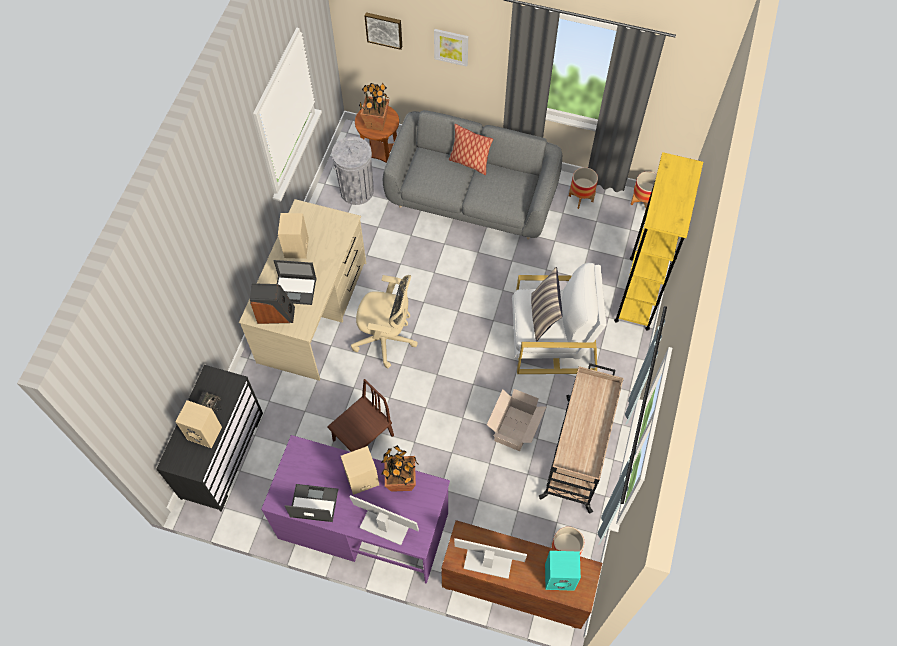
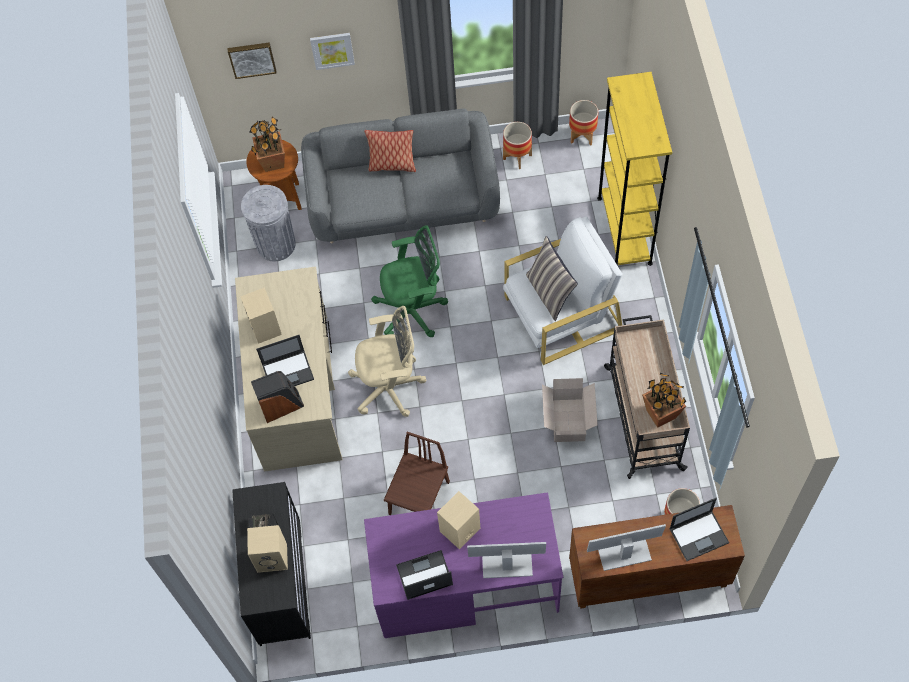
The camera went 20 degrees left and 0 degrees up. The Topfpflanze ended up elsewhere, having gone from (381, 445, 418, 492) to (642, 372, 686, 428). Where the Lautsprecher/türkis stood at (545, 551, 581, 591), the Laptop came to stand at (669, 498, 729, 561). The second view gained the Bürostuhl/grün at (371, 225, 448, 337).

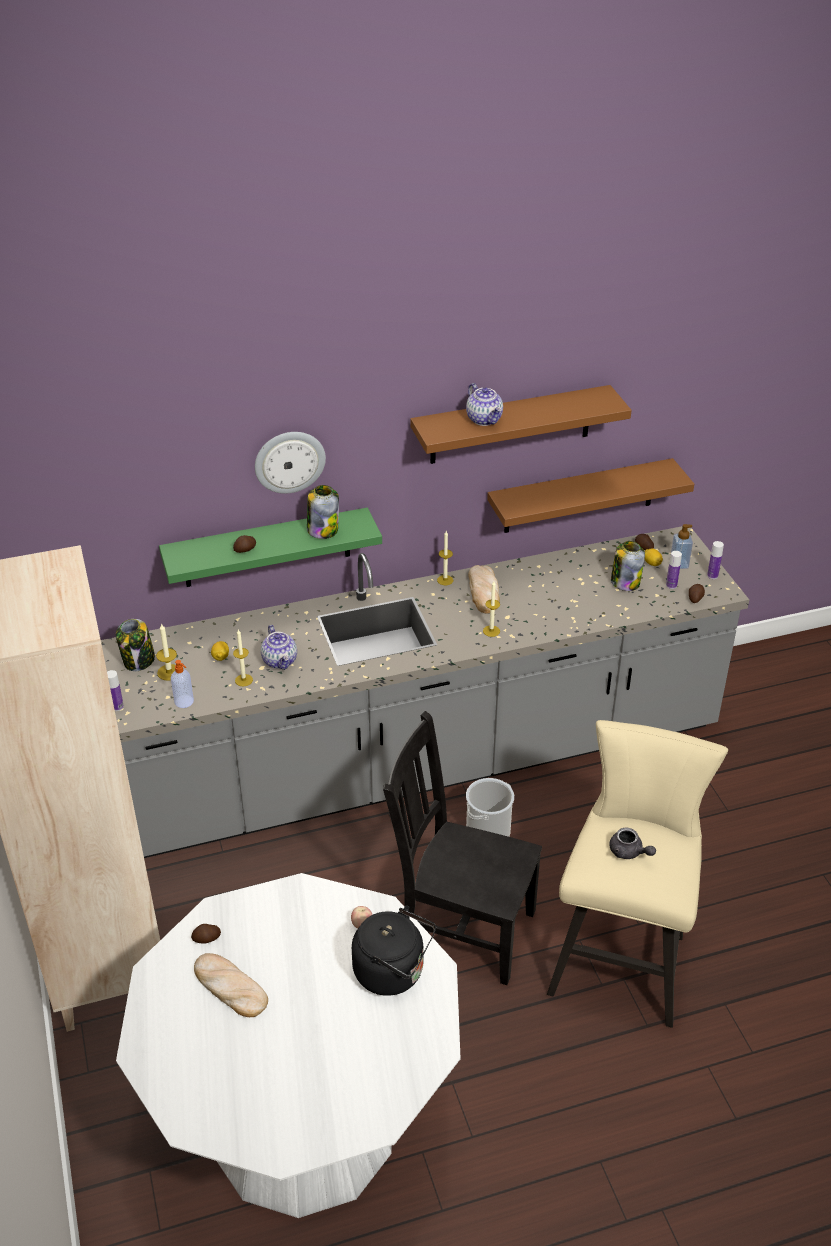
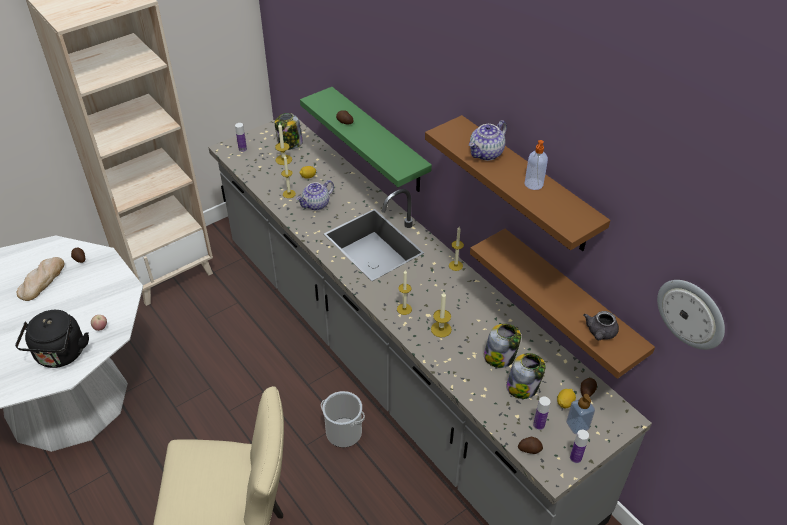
The camera went 70 degrees right and 5 degrees up. The Seifenspender ended up elsewhere, having gone from (171, 660, 194, 708) to (524, 140, 548, 190). The Wanduhr ended up elsewhere, having gone from (255, 432, 326, 494) to (657, 280, 725, 350). The Vorratsglas ended up elsewhere, having gone from (307, 485, 339, 539) to (484, 324, 521, 368). The second view lost the Stuhl/schwarz at (383, 711, 542, 985). The second view lost the Brot at (468, 565, 500, 614). The Teekanne/grau ended up elsewhere, having gone from (609, 827, 656, 859) to (583, 311, 619, 340). The second view gained the Kerze at (431, 292, 452, 337).

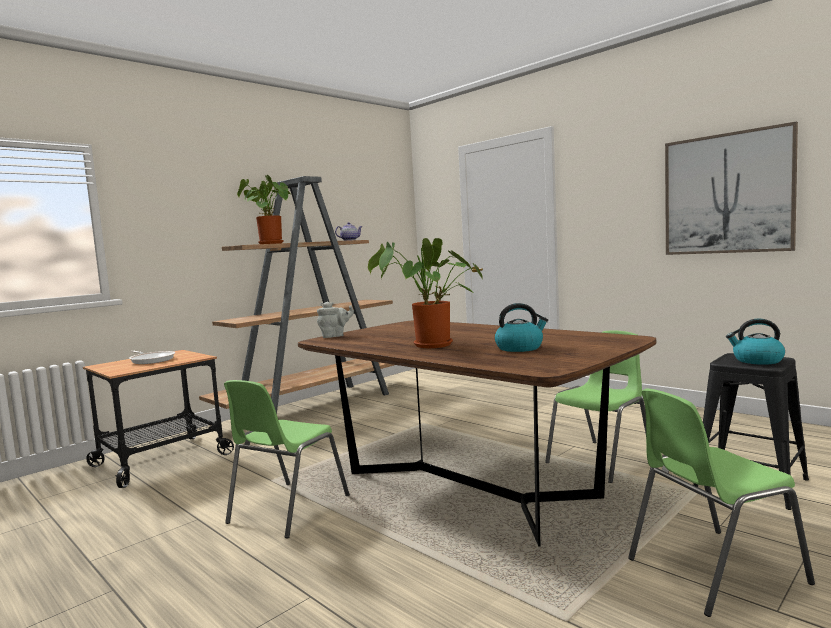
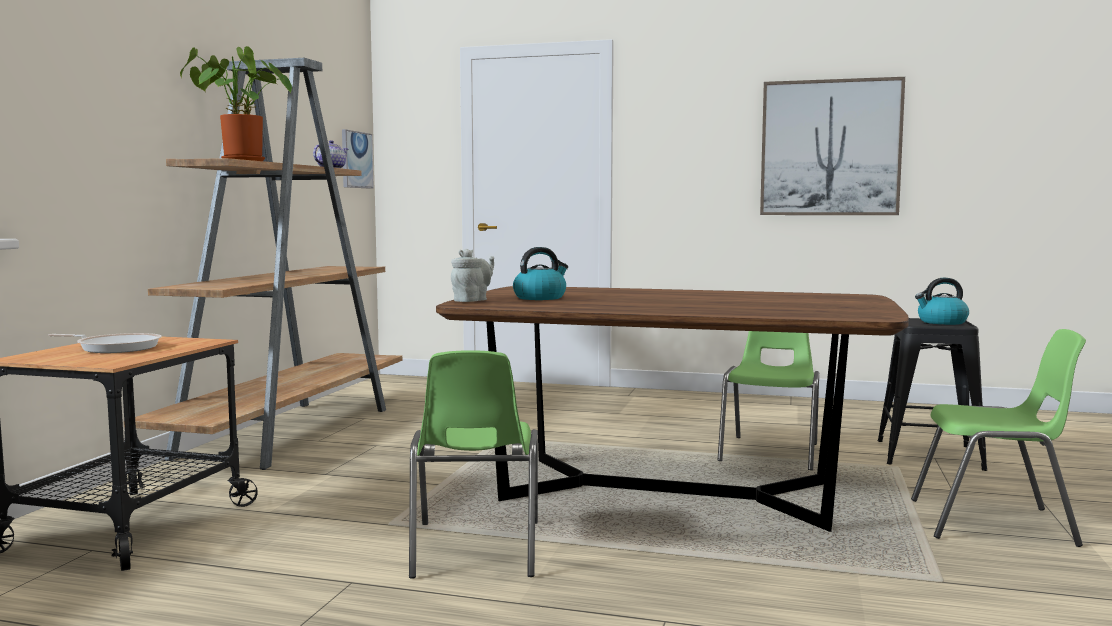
The camera went 30 degrees left and 0 degrees up. The second view lost the Topfpflanze at (368, 238, 483, 348). The Wasserkessel ended up elsewhere, having gone from (495, 303, 548, 352) to (513, 247, 568, 300). The Stuhl/grün at (628, 389, 815, 617) ended up facing another way, 120 degrees counterclockwise from before. The second view gained the Bild at (342, 129, 374, 189).

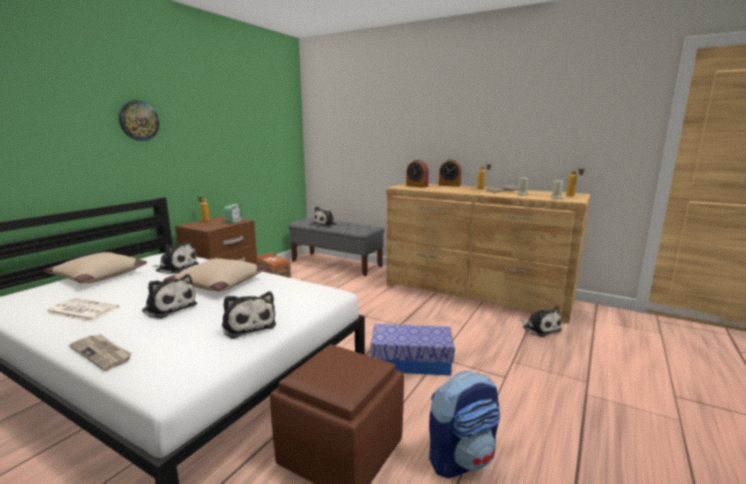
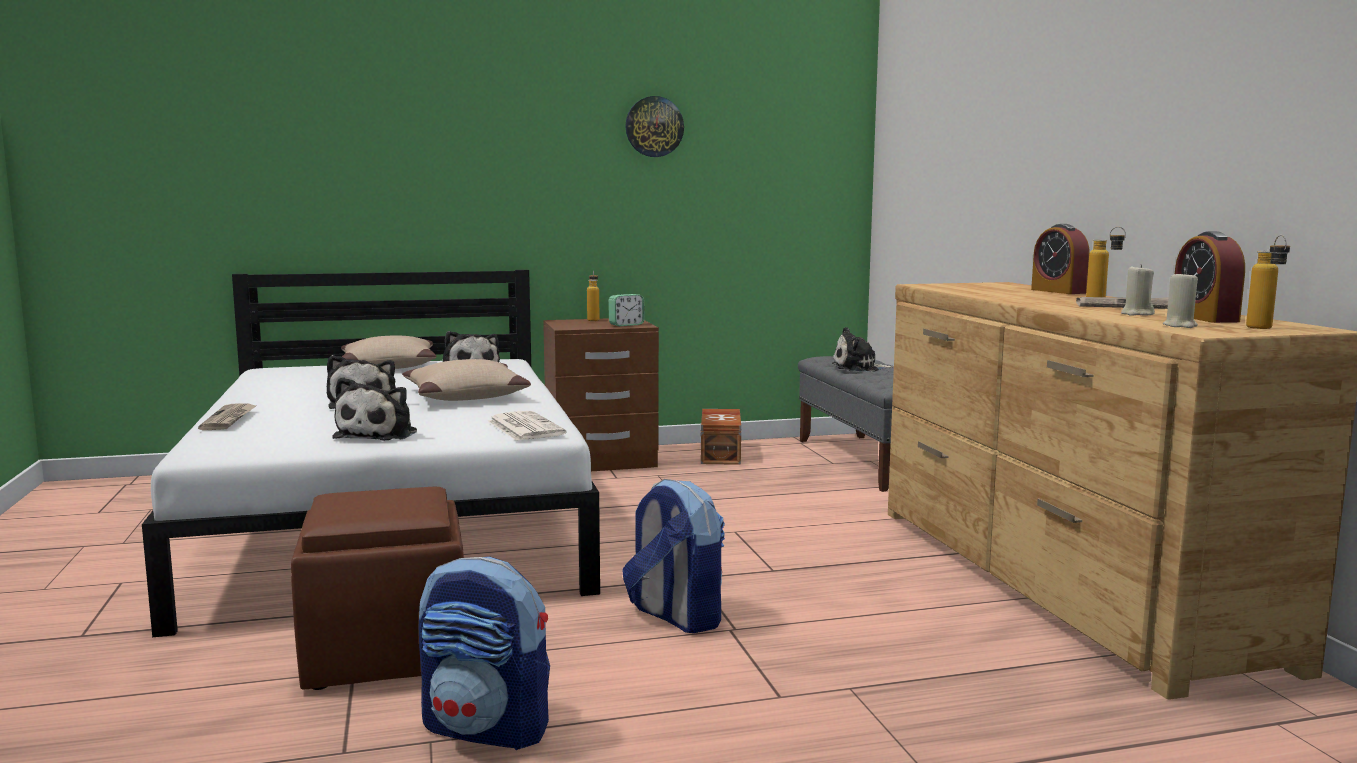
The camera went 45 degrees right and 5 degrees down. The Zeitung ended up elsewhere, having gone from (45, 298, 119, 322) to (488, 411, 566, 441). The Wanduhr ended up elsewhere, having gone from (119, 100, 159, 141) to (625, 96, 684, 157). Where the Aufbewahrungsbox stood at (371, 324, 455, 376), the Rucksack came to stand at (622, 479, 725, 633). The Wecker ended up elsewhere, having gone from (406, 160, 429, 188) to (1175, 231, 1245, 323). The second view lost the Plüschtier at (520, 307, 562, 337).

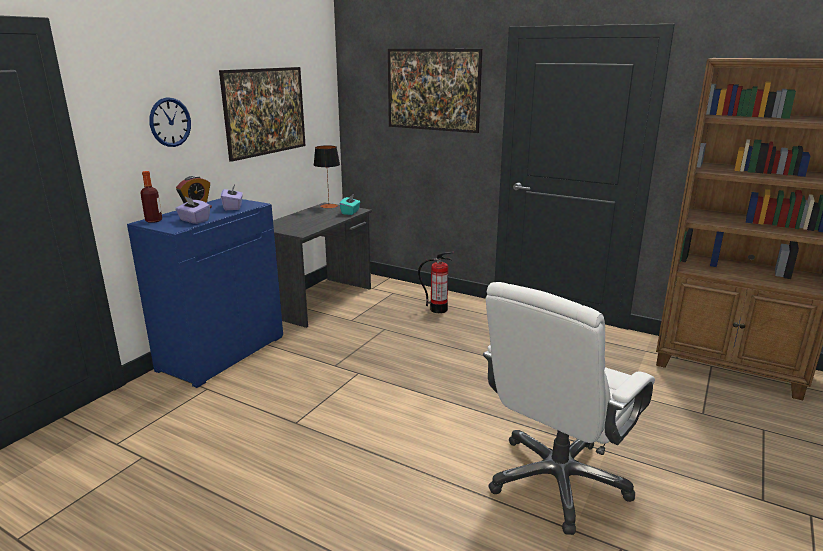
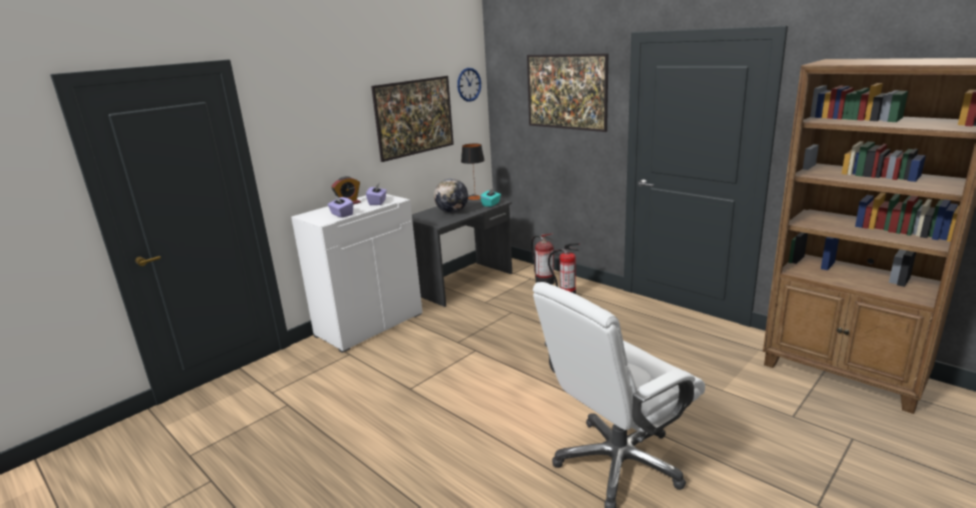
The camera went 15 degrees right and 0 degrees up. What was the Schrank/blau at (127, 198, 283, 388) turned into the Schrank/weiß at (291, 194, 423, 353). The second view lost the Flasche at (140, 171, 162, 223). The Wanduhr ended up elsewhere, having gone from (149, 97, 191, 147) to (457, 68, 481, 102). The second view gained the Globus at (434, 179, 468, 213). The second view gained the Feuerlöscher at (531, 233, 554, 285).

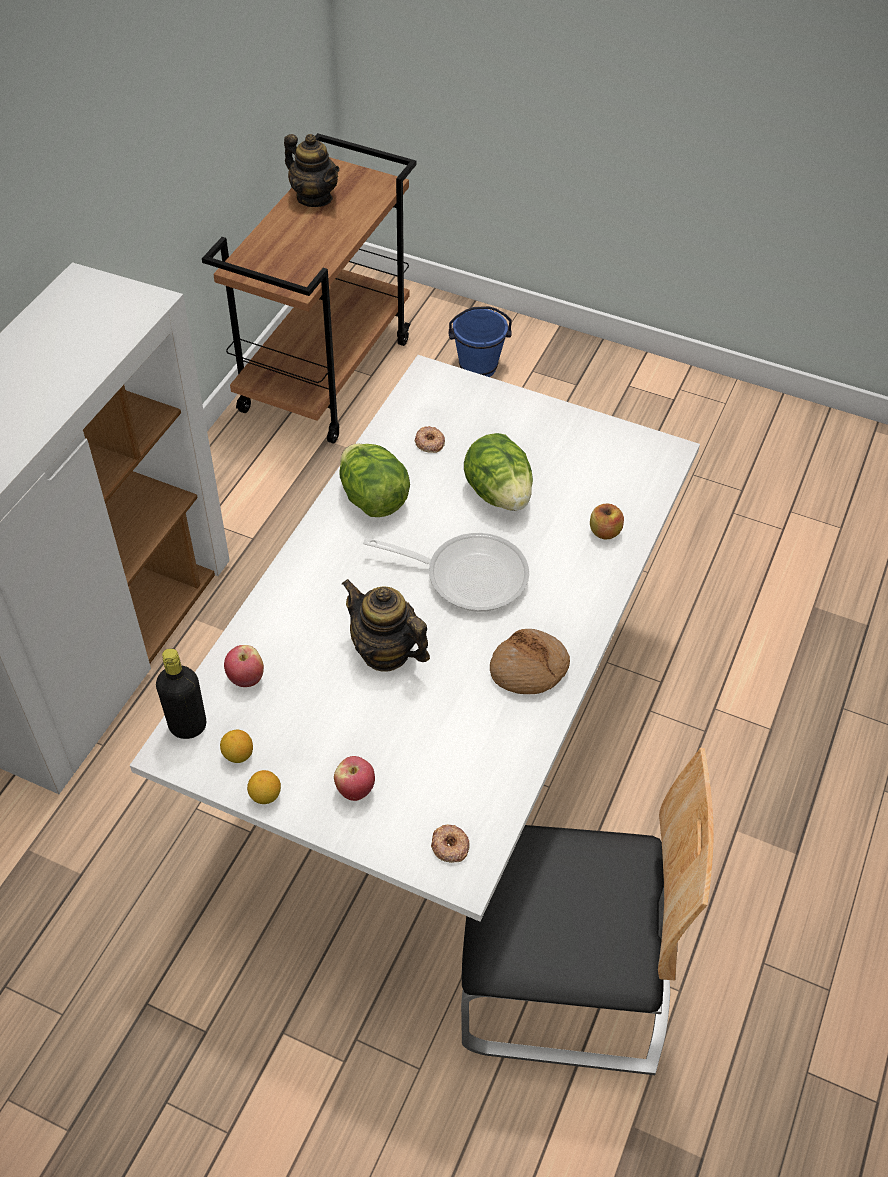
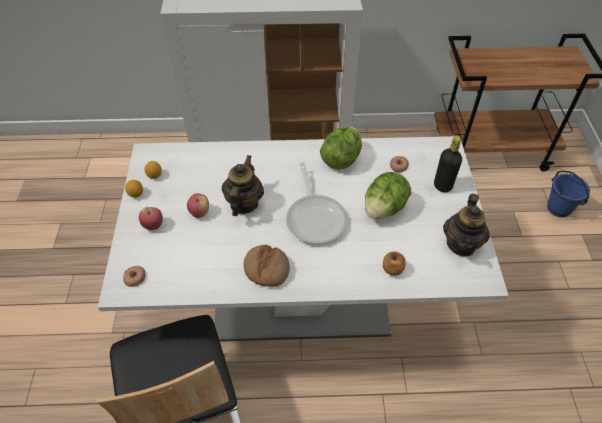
The camera went 65 degrees right and 0 degrees up. The Flasche/schwarz ended up elsewhere, having gone from (156, 648, 206, 739) to (434, 136, 462, 192). The Apfel ended up elsewhere, having gone from (224, 645, 264, 687) to (187, 193, 209, 218). The Teekanne ended up elsewhere, having gone from (284, 134, 340, 207) to (443, 193, 490, 257).

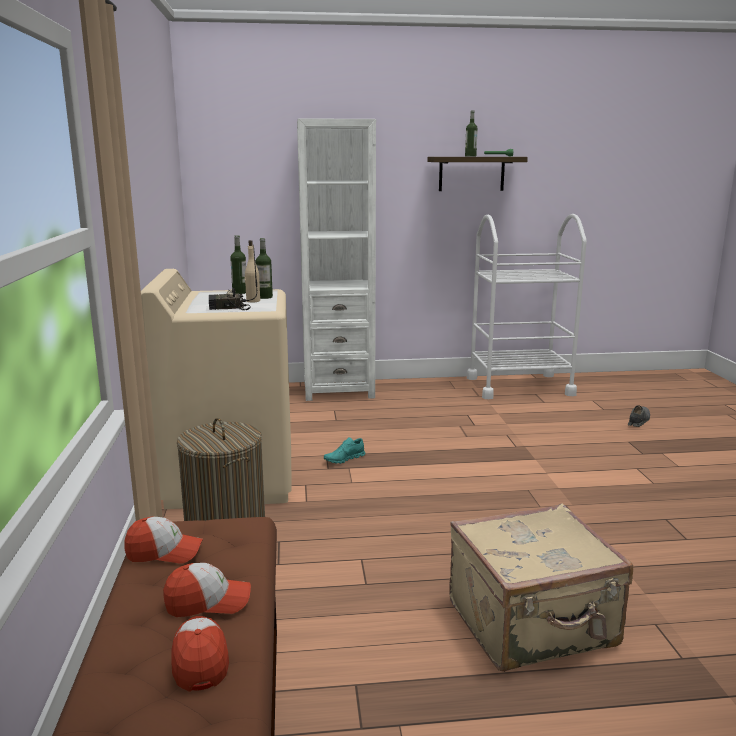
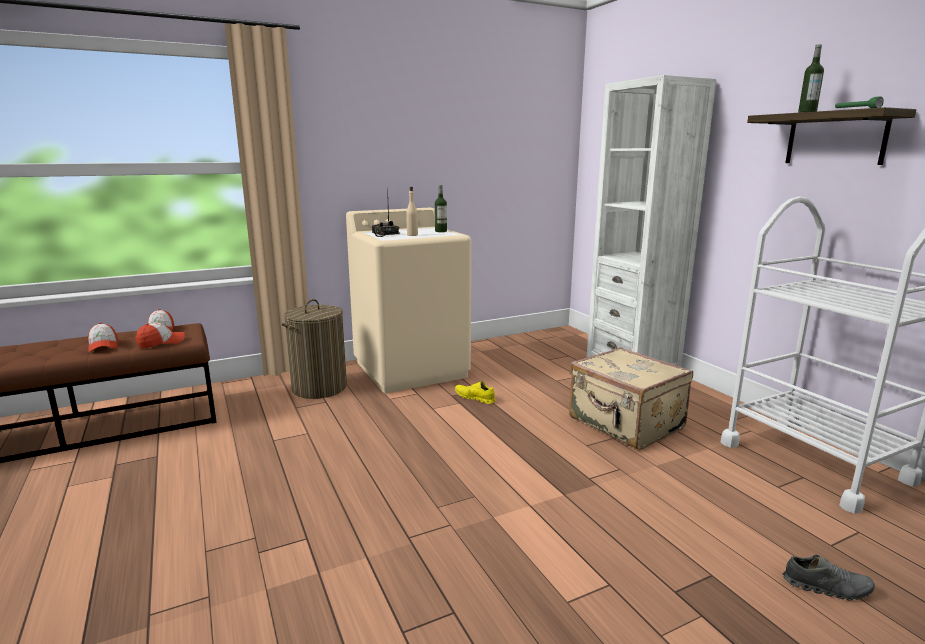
The camera went 70 degrees right and 0 degrees up. The Kappe ended up elsewhere, having gone from (171, 616, 229, 692) to (136, 323, 185, 348). The second view lost the Flasche at (255, 238, 273, 299). What was the Schuh/türkis at (324, 437, 365, 464) turned into the Schuh/gelb at (455, 381, 496, 404). The Koffer/beige ended up elsewhere, having gone from (449, 503, 633, 672) to (569, 347, 693, 450).

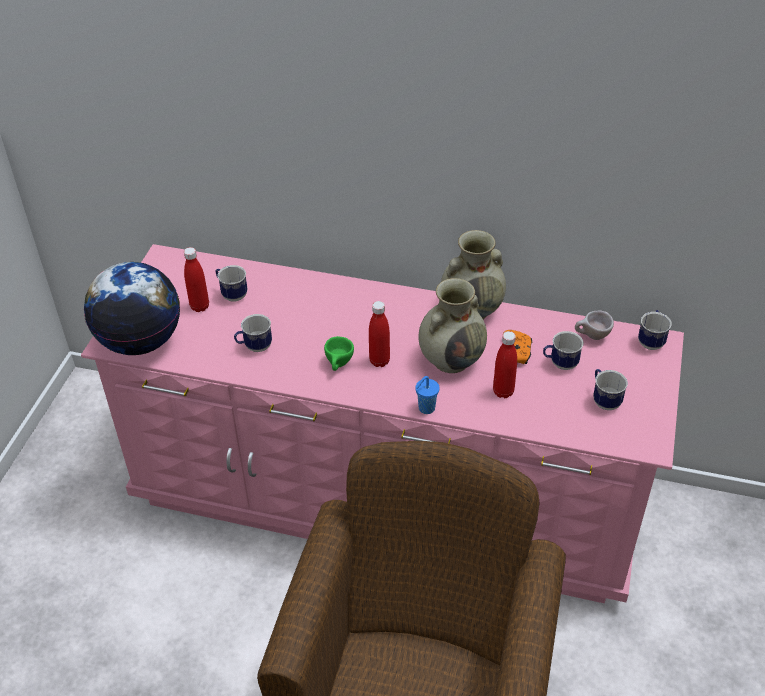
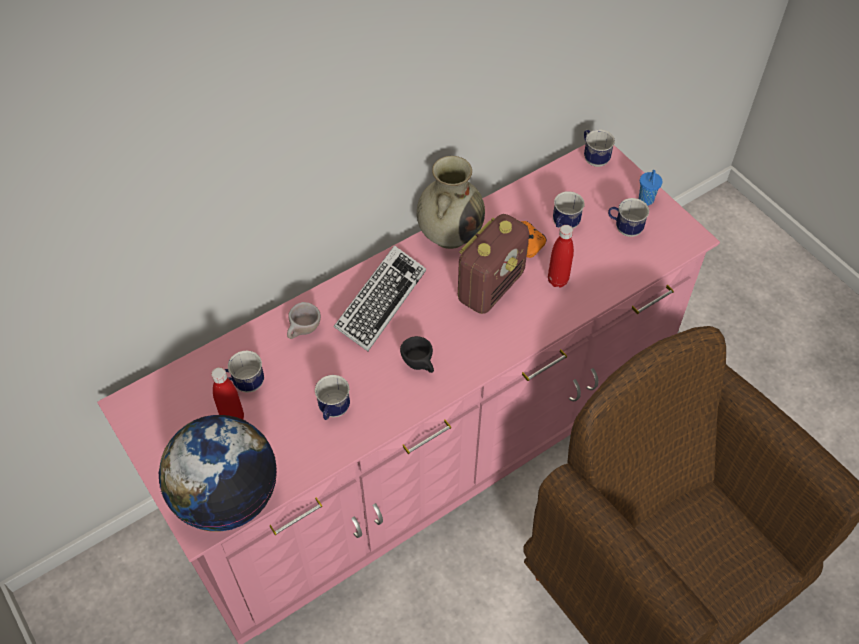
The camera went 50 degrees left and 10 degrees up. What was the Tasse/grün at (324, 336, 354, 371) turned into the Tasse/schwarz at (400, 336, 434, 373). The second view lost the Flasche/rot at (369, 301, 390, 367). The Tasse/blau ended up elsewhere, having gone from (416, 376, 439, 414) to (639, 170, 663, 206). Where the Vase/beige stood at (418, 278, 487, 373), the Radio came to stand at (458, 214, 529, 314). The Tasse/beige ended up elsewhere, having gone from (575, 310, 614, 340) to (287, 302, 321, 339). The second view gained the Tastatur at (333, 245, 426, 351).

